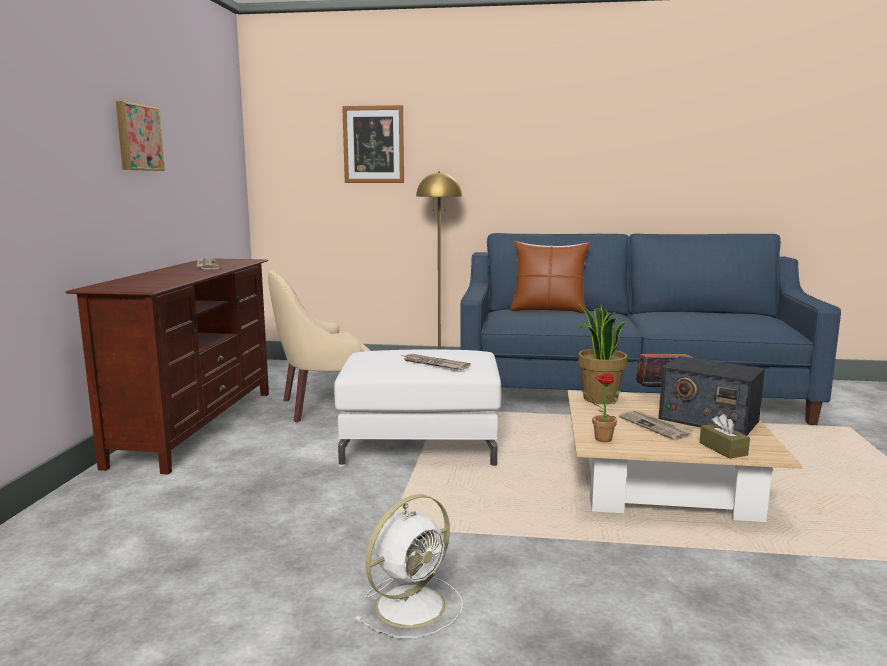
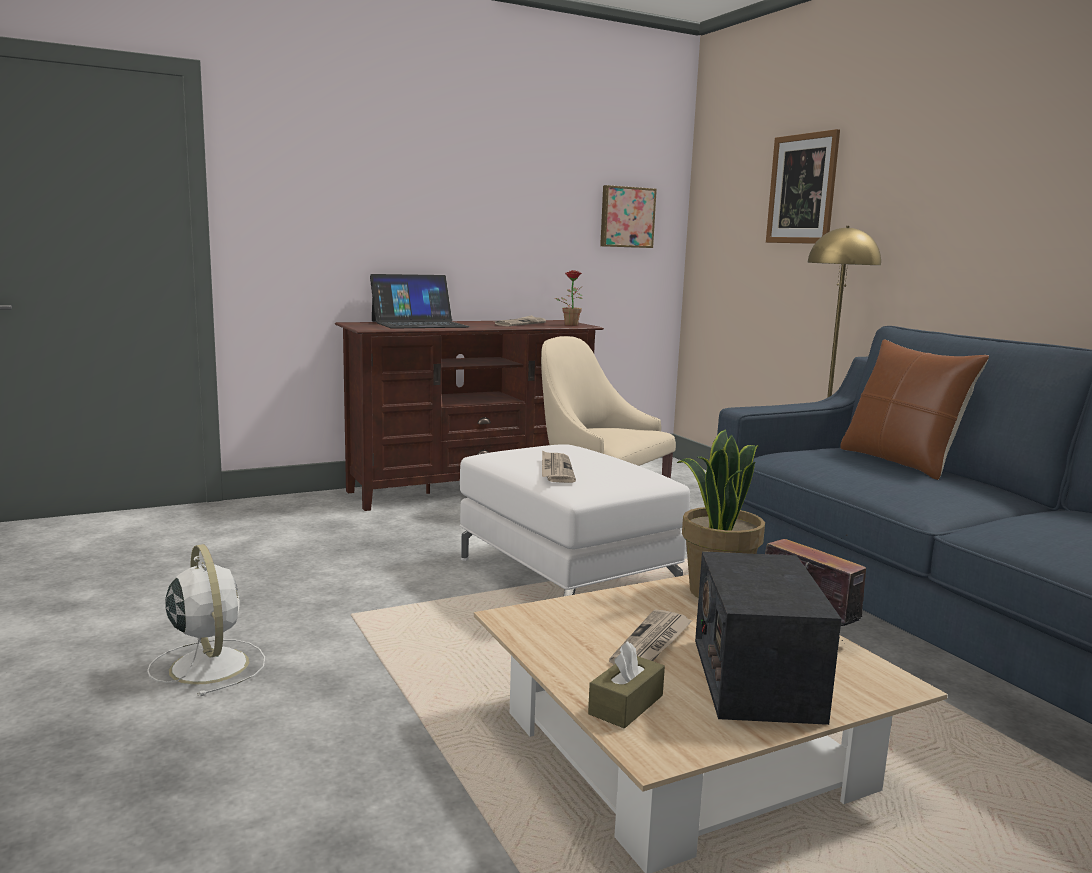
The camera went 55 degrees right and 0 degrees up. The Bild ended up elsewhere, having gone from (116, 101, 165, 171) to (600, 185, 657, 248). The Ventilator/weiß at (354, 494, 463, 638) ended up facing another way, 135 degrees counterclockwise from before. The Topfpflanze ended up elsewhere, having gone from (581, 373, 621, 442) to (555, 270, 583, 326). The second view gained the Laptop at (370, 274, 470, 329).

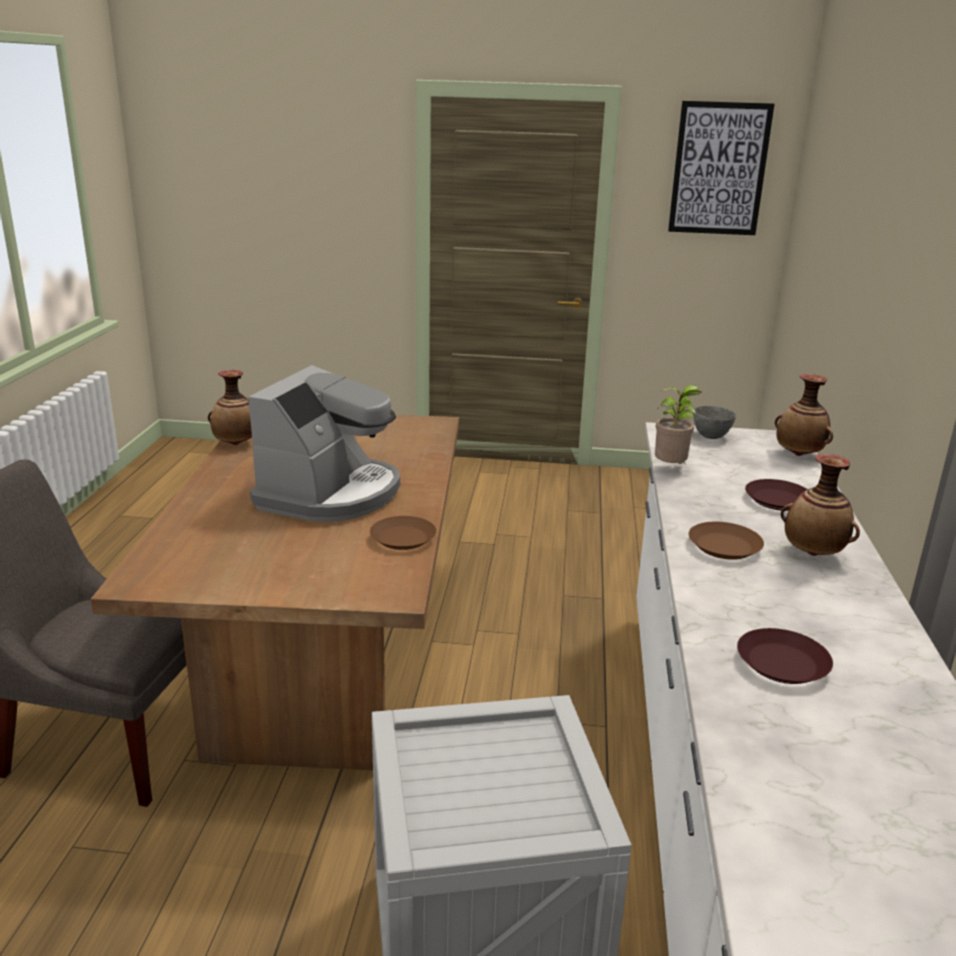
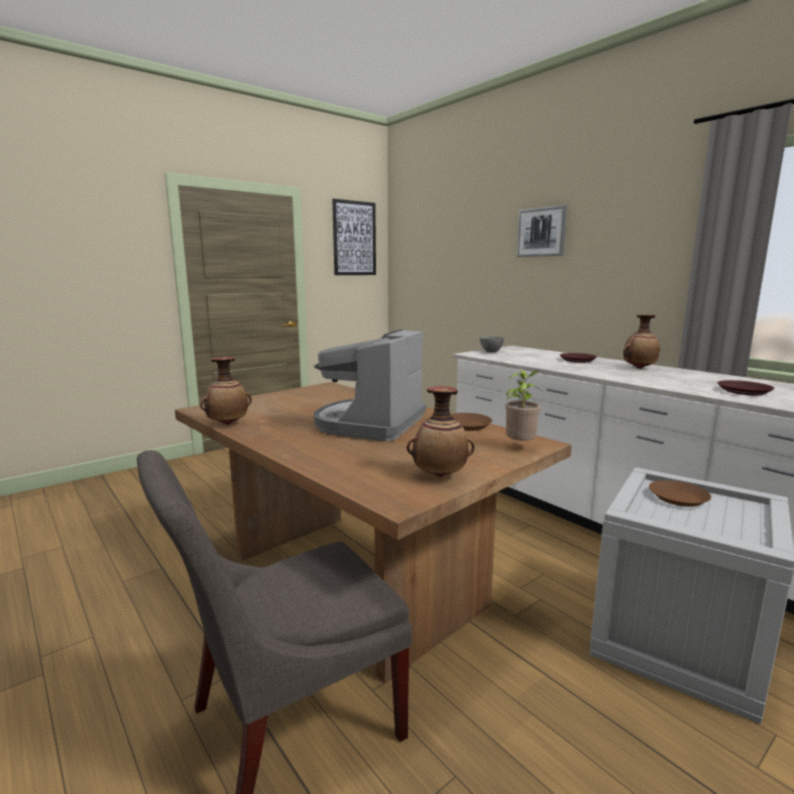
The camera went 45 degrees left and 10 degrees down. The Kaffeemaschine at (248, 365, 400, 522) ended up facing another way, 135 degrees counterclockwise from before. The Topfpflanze ended up elsewhere, having gone from (655, 385, 701, 464) to (505, 369, 541, 441). The Teller/braun ended up elsewhere, having gone from (688, 522, 764, 560) to (649, 480, 711, 507). The Vase ended up elsewhere, having gone from (775, 374, 833, 456) to (407, 386, 475, 477). The second view gained the Bild at (517, 205, 567, 257).

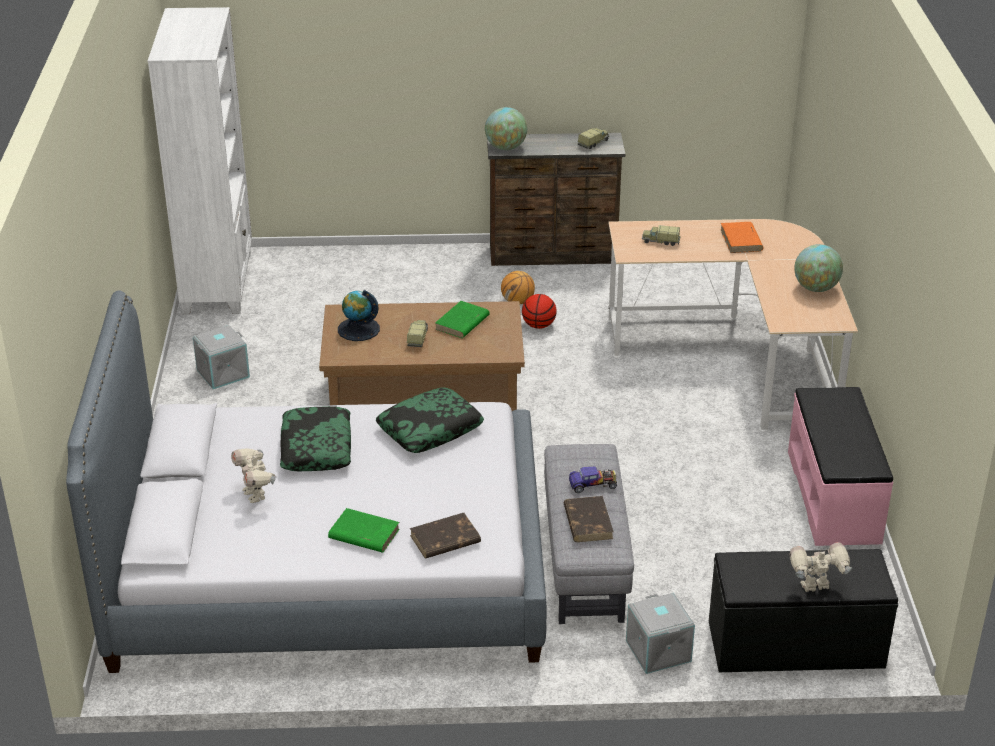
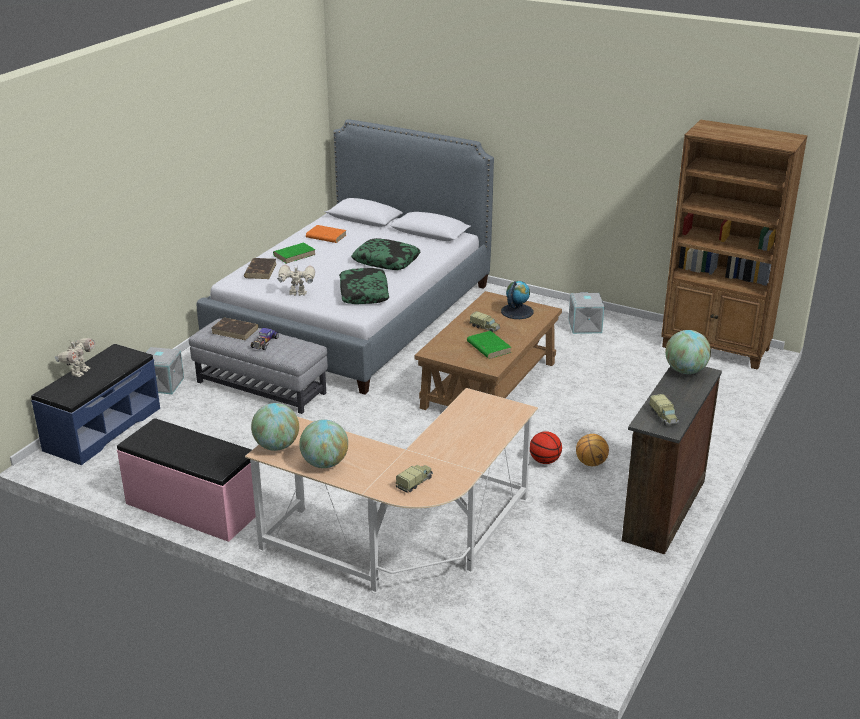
The camera went 120 degrees right and 5 degrees down. What was the Bücherregal/weiß at (148, 7, 252, 315) turned into the Bücherregal/braun at (661, 119, 808, 370). The Spielzeugroboter ended up elsewhere, having gone from (231, 448, 277, 503) to (277, 265, 315, 296). The Spielzeuglaster ended up elsewhere, having gone from (642, 225, 680, 246) to (396, 465, 433, 493). What was the Bank/schwarz at (709, 549, 898, 672) turned into the Bank/blau at (31, 344, 160, 465). The Buch/orange ended up elsewhere, having gone from (720, 222, 764, 253) to (306, 225, 346, 243). The second view gained the Globus at (251, 403, 299, 451).

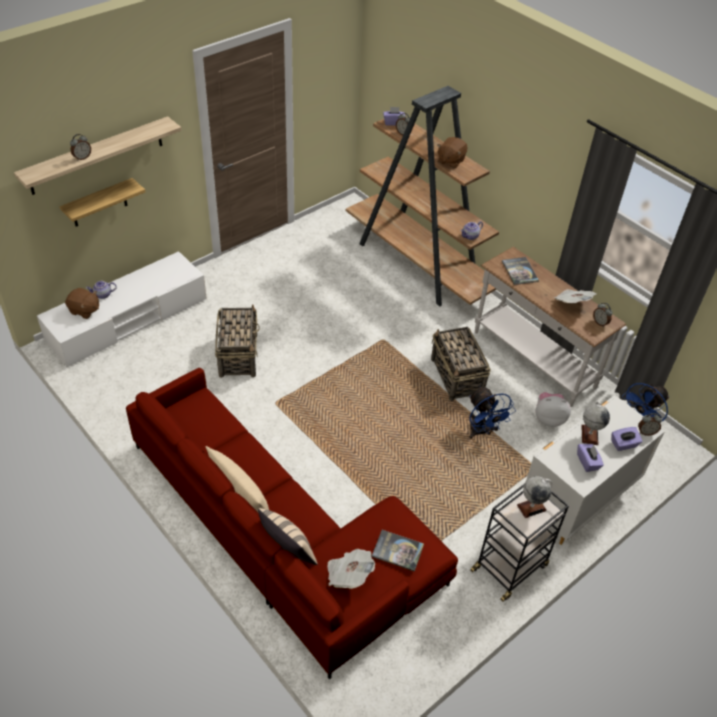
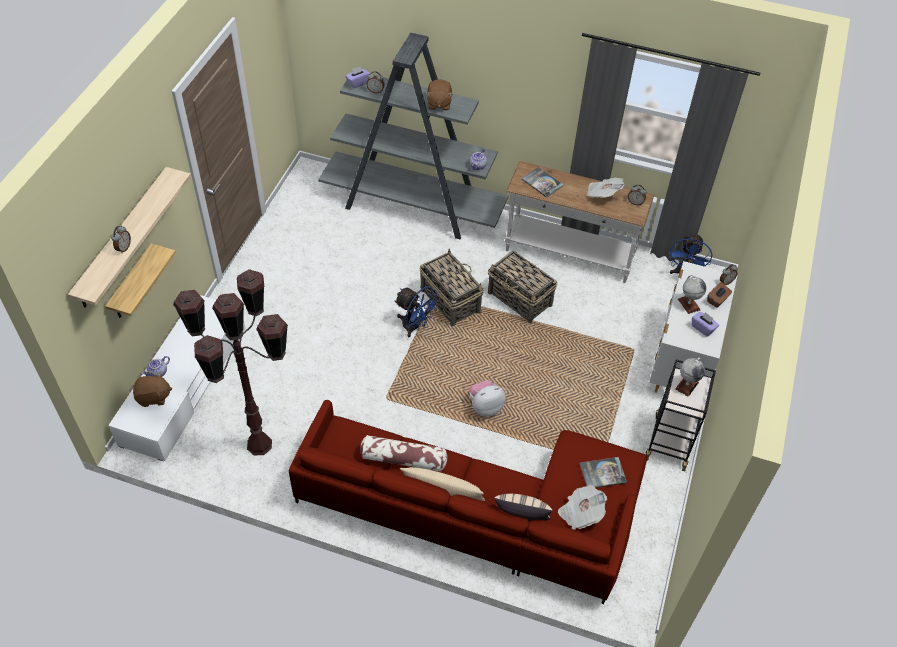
The camera went 30 degrees left and 5 degrees up. The Korb ended up elsewhere, having gone from (215, 304, 260, 378) to (420, 249, 484, 327). What was the Bücherregal/braun at (346, 86, 499, 306) turned into the Bücherregal/grau at (318, 33, 508, 239). The Ventilator/blau ended up elsewhere, having gone from (469, 386, 516, 439) to (394, 286, 440, 337). The Plüschtier ended up elsewhere, having gone from (535, 392, 571, 427) to (469, 380, 506, 417). What was the Taschentuchbox/lila at (611, 427, 642, 451) turned into the Taschentuchbox/braun at (707, 282, 732, 308). The second view gained the Stehlampe/braun at (173, 269, 288, 455). The second view gained the Kissen at (360, 435, 447, 472).

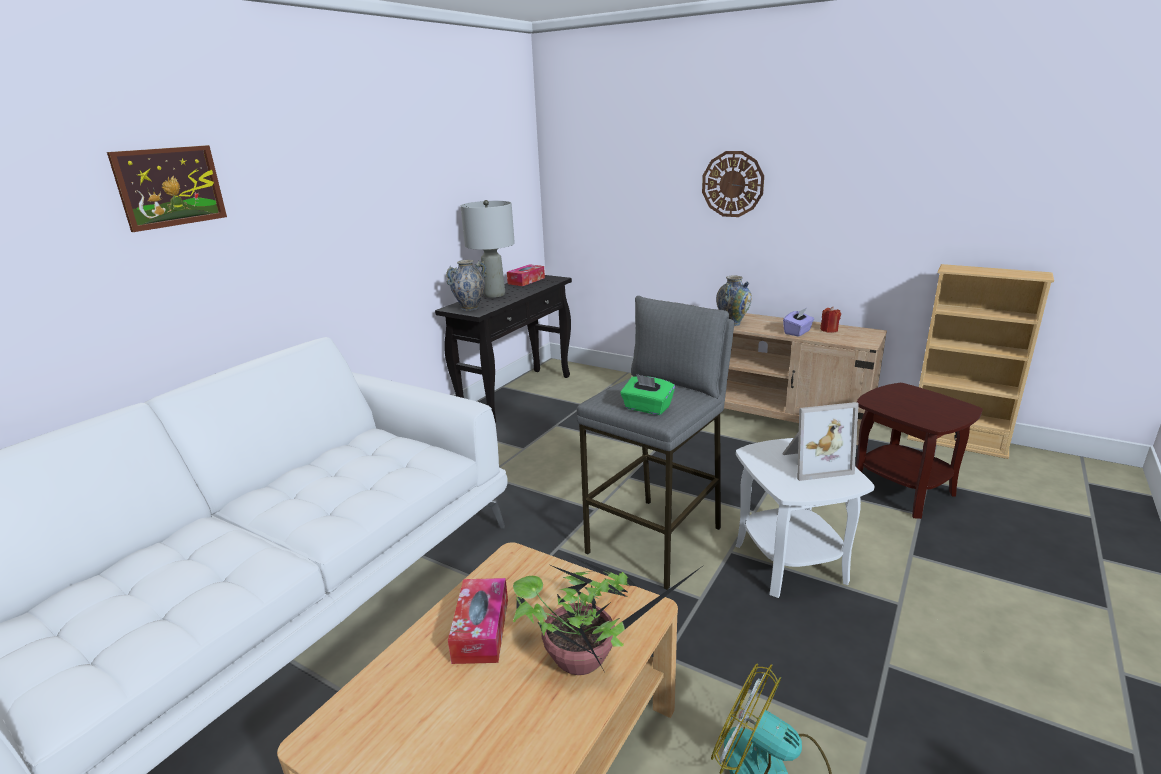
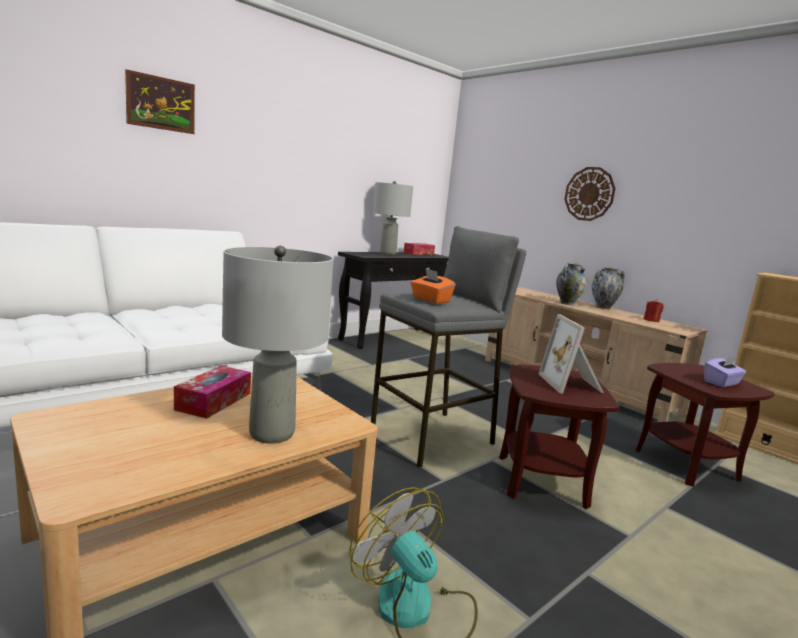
The camera went 15 degrees right and 10 degrees down. The Vase ended up elsewhere, having gone from (446, 260, 487, 311) to (591, 267, 625, 309). Where the Topfpflanze stood at (513, 556, 704, 675), the Tischlampe/grau came to stand at (222, 246, 334, 444). What was the Taschentuchbox/grün at (621, 374, 675, 415) turned into the Taschentuchbox/orange at (411, 268, 456, 304). What was the Beistelltisch/weiß at (736, 438, 875, 598) turned into the Beistelltisch/braun at (499, 364, 619, 509). The Bilderrahmen at (782, 402, 859, 481) ended up facing another way, 75 degrees clockwise from before. The Taschentuchbox/lila ended up elsewhere, having gone from (783, 308, 814, 337) to (704, 356, 746, 387).

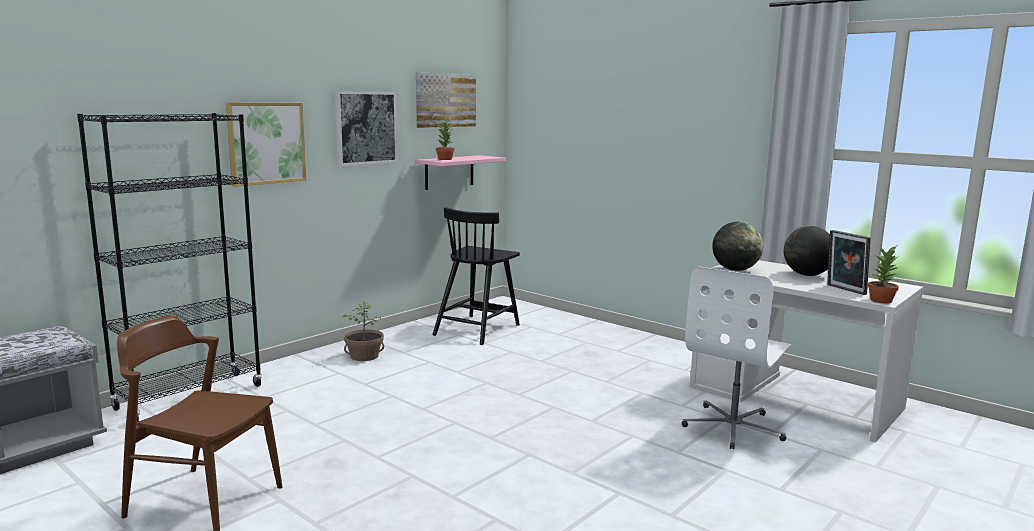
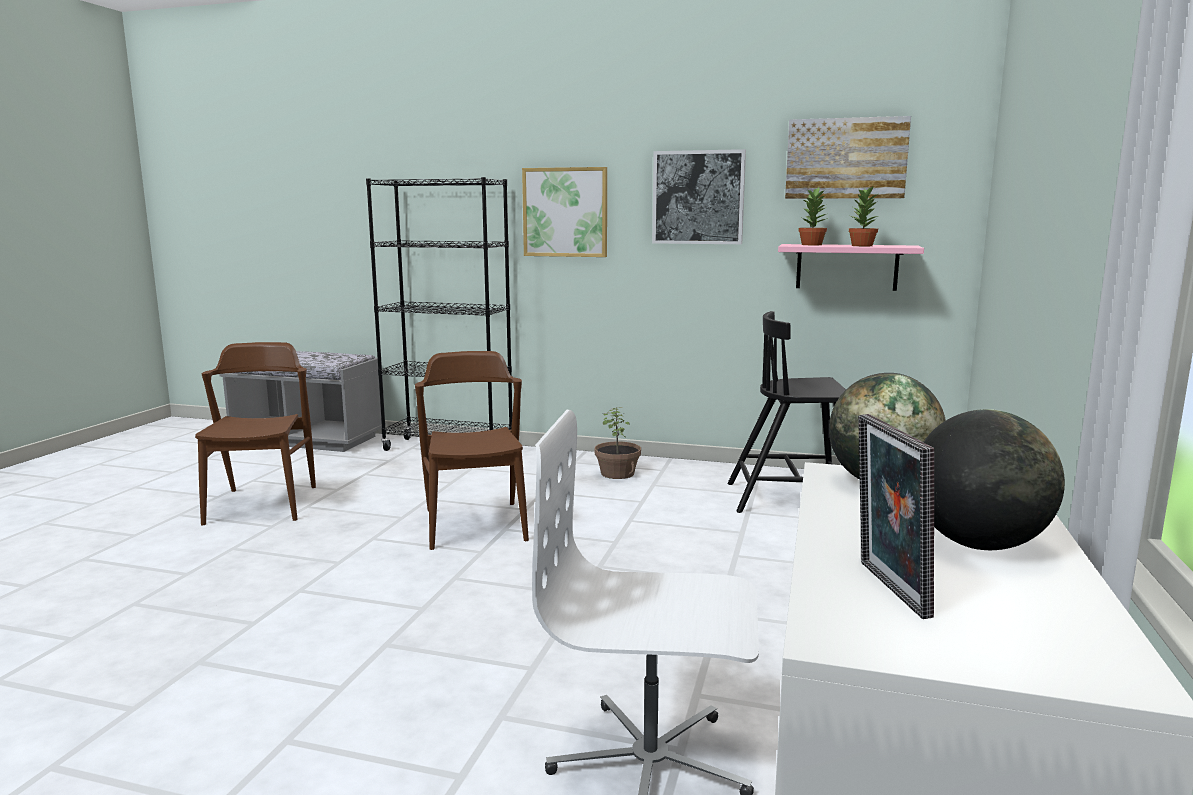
The camera went 65 degrees right and 0 degrees up. The Bilderrahmen at (827, 230, 870, 295) ended up facing another way, 45 degrees counterclockwise from before. The Topfpflanze ended up elsewhere, having gone from (868, 246, 900, 304) to (849, 187, 878, 246). The second view gained the Stuhl/braun at (415, 351, 529, 550).

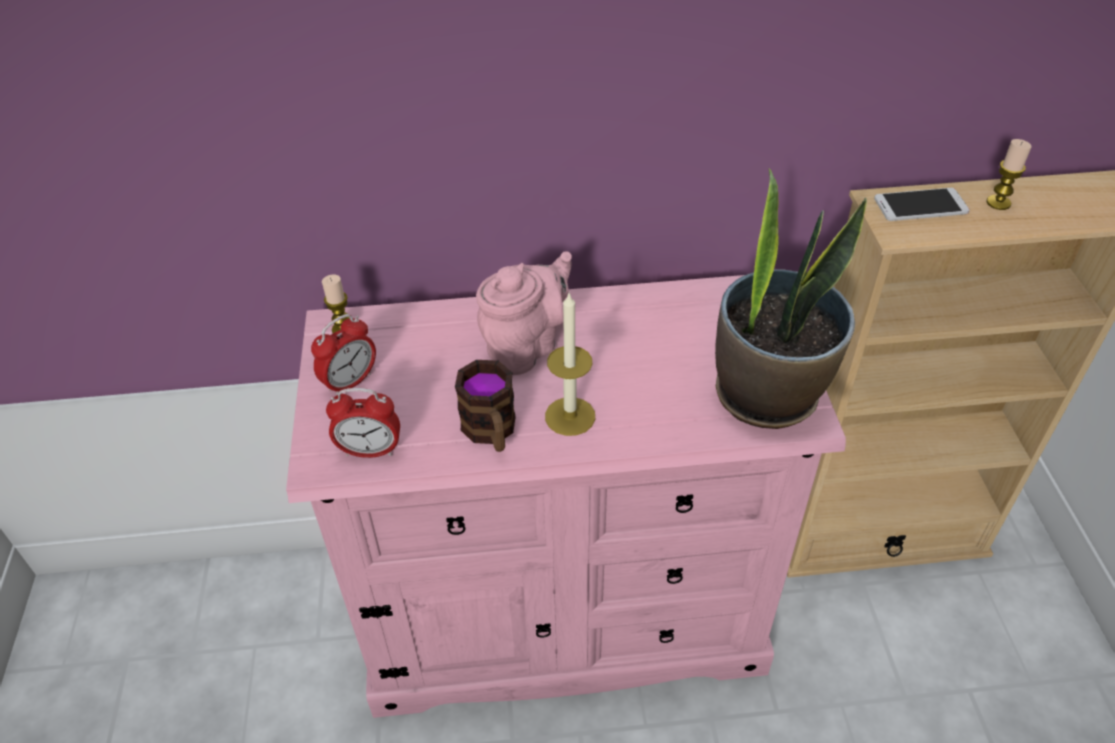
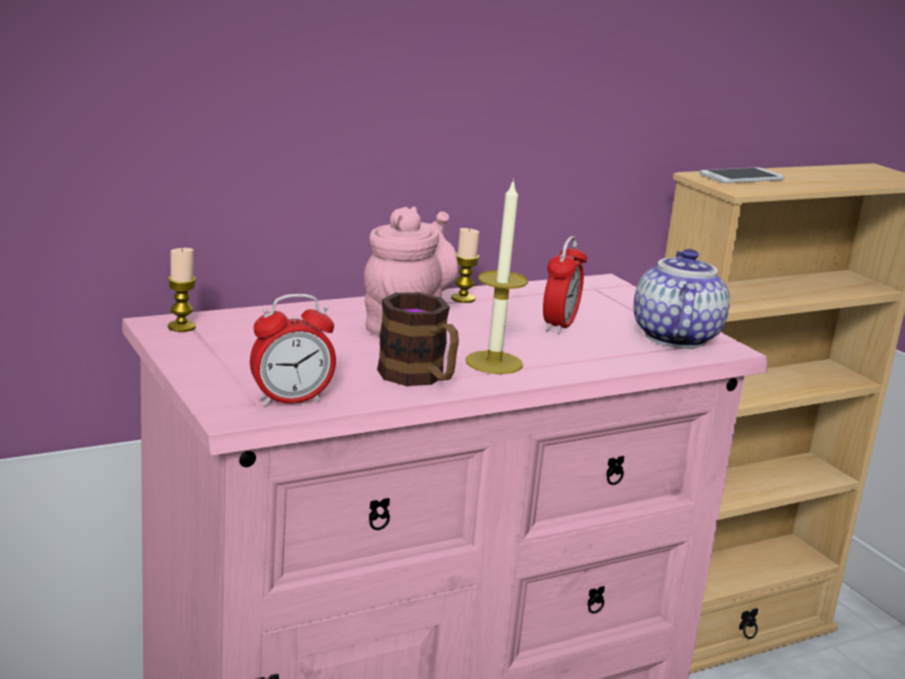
The camera went 25 degrees left and 25 degrees down. The Wecker ended up elsewhere, having gone from (311, 314, 376, 396) to (543, 236, 587, 334). Where the Topfpflanze stood at (715, 168, 867, 429), the Teekanne came to stand at (634, 249, 730, 348). The Kerze ended up elsewhere, having gone from (987, 139, 1032, 210) to (451, 228, 480, 303).

